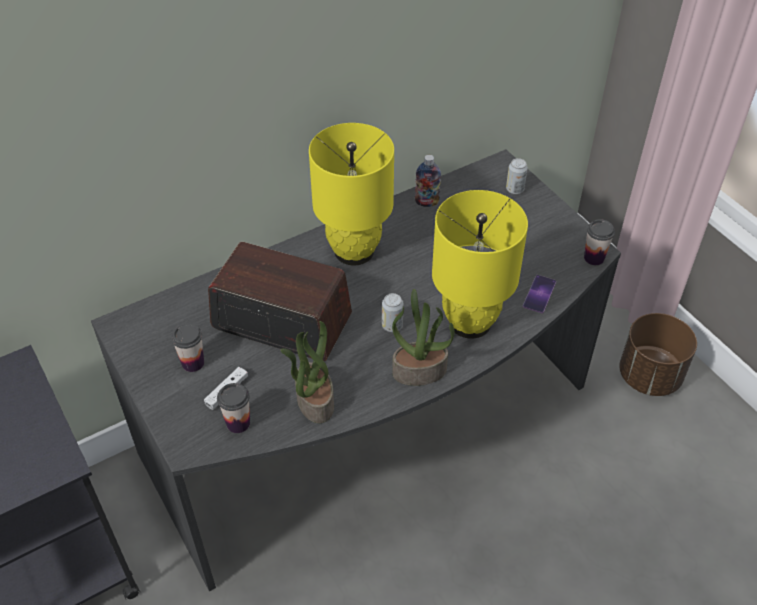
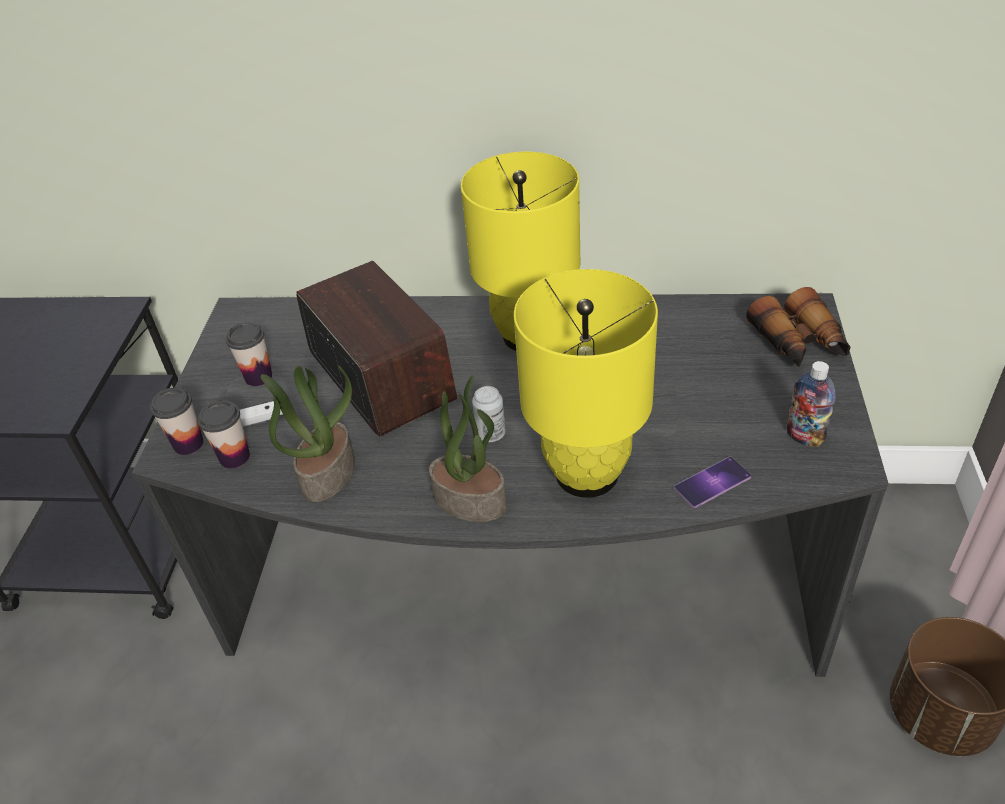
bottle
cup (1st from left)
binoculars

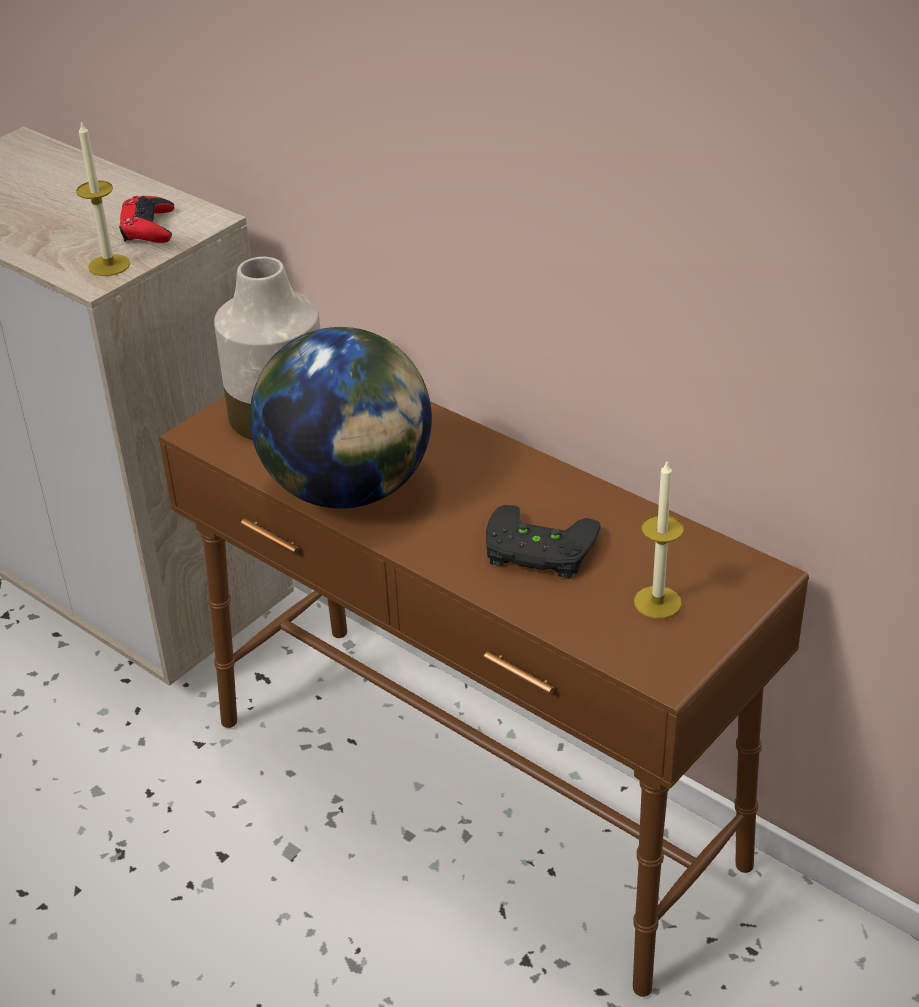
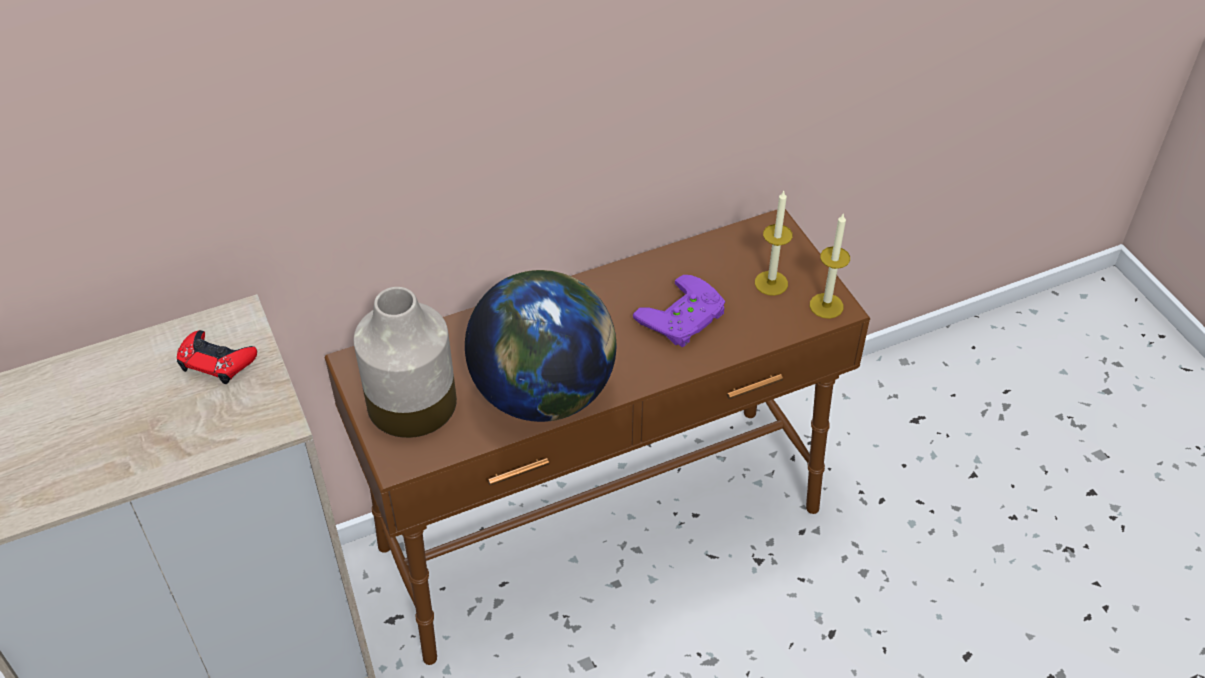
candle (2nd from left)
purple_game_controller

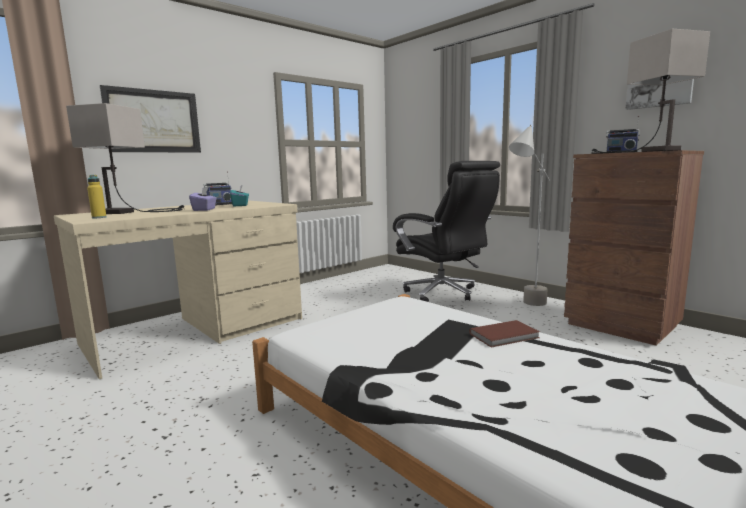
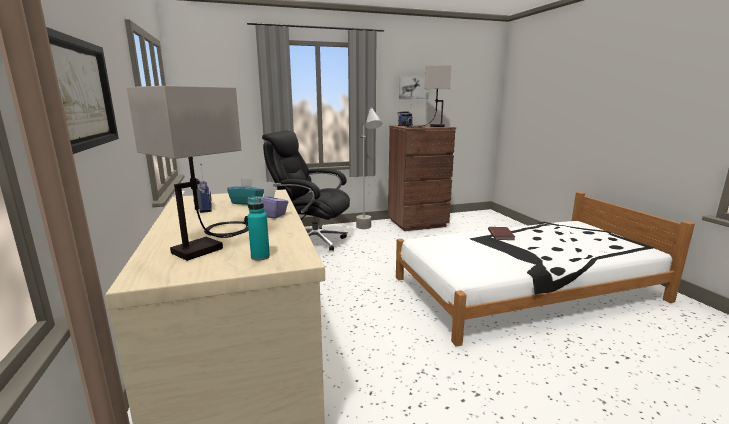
turquoise_bottle
black_office_chair

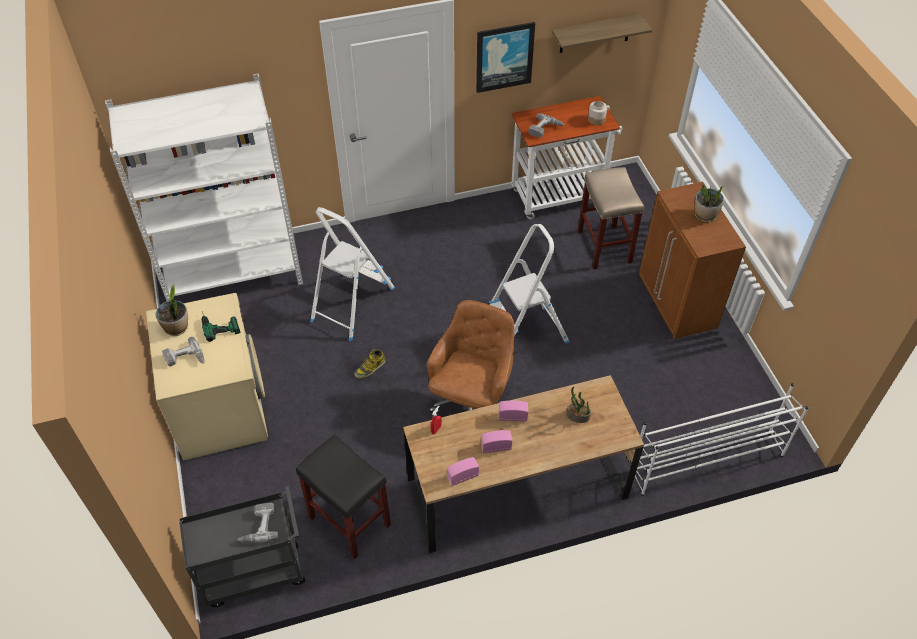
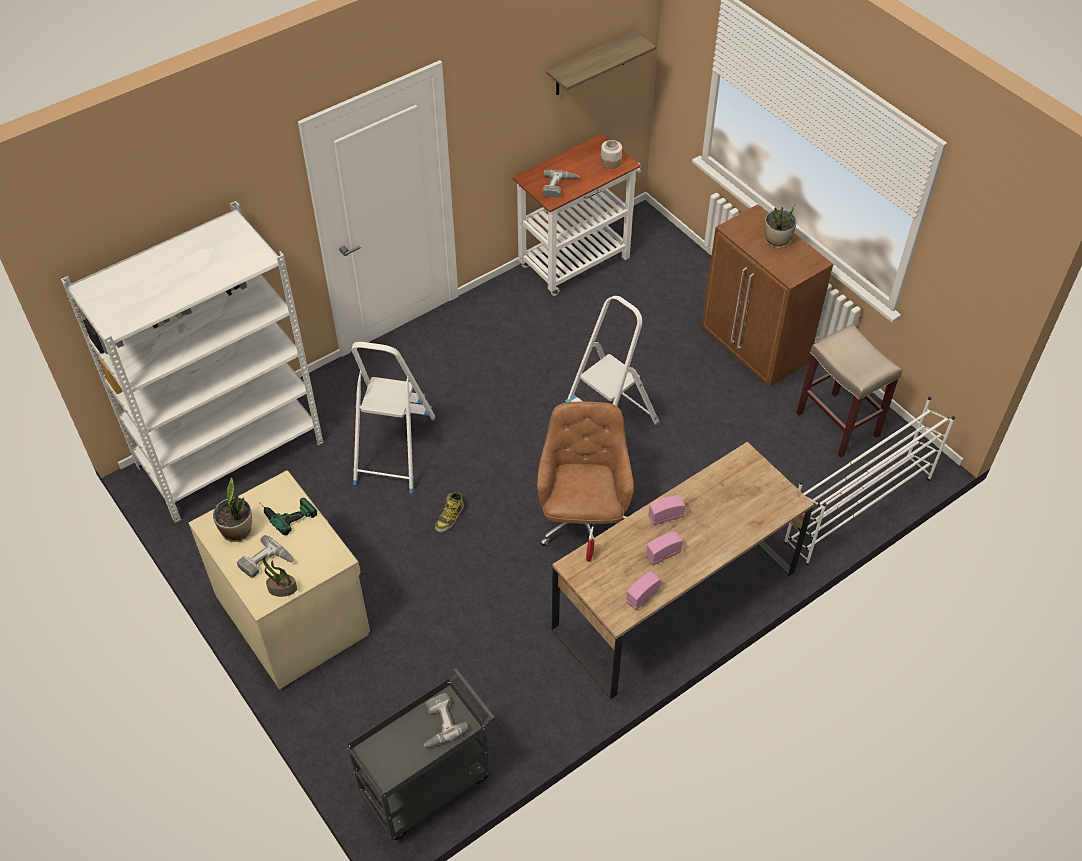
black_stool
picture
potted_plant (2nd from left)
beige_stool

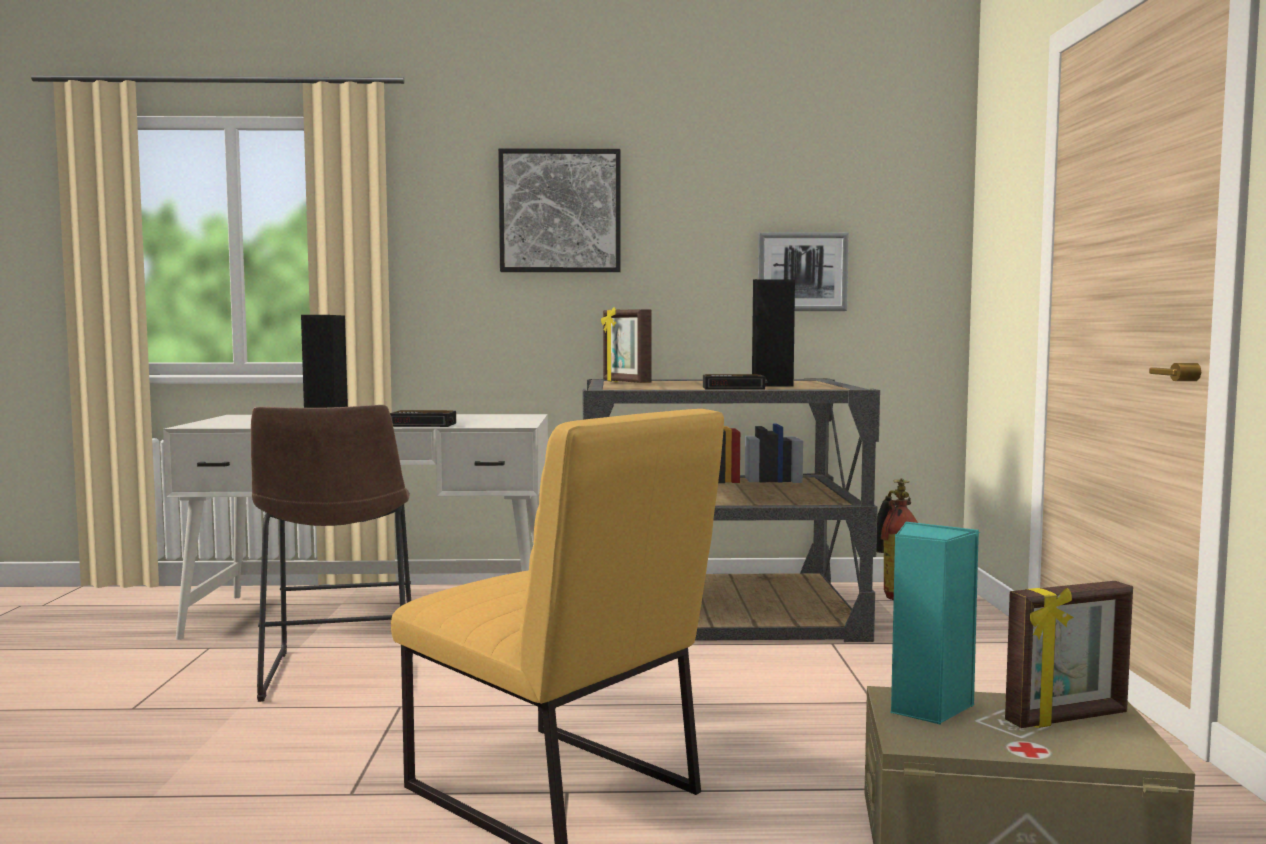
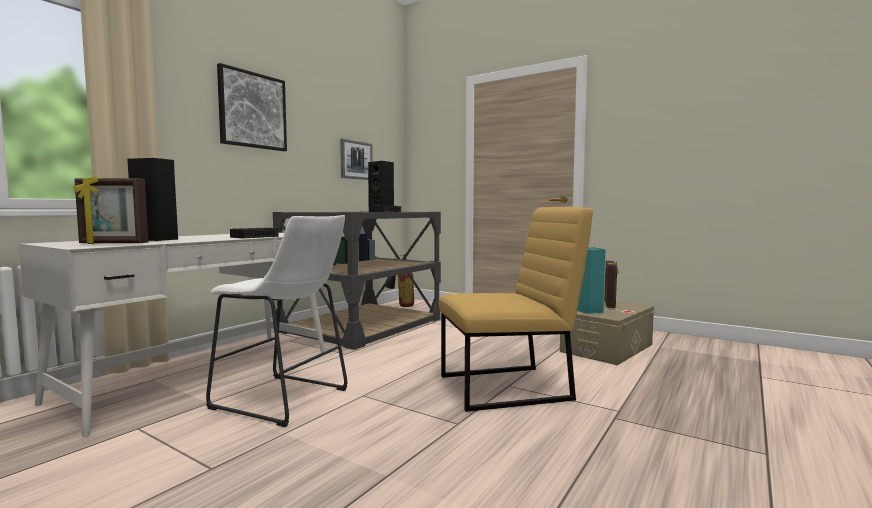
picture_frame (1st from left)
white_stool

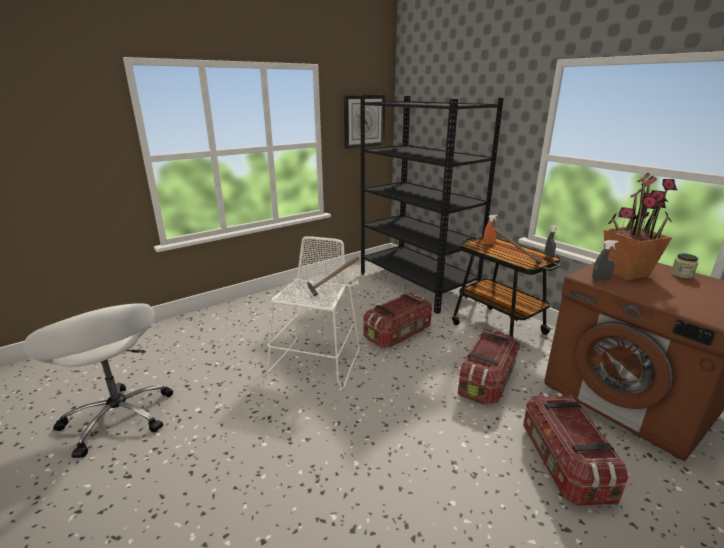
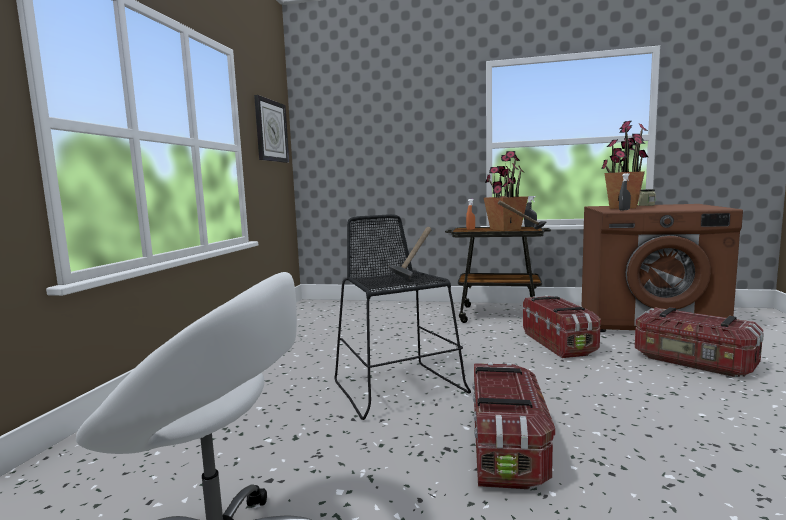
black_bookcase
potted_plant (1st from left)
storage_box (1st from left)
black_stool

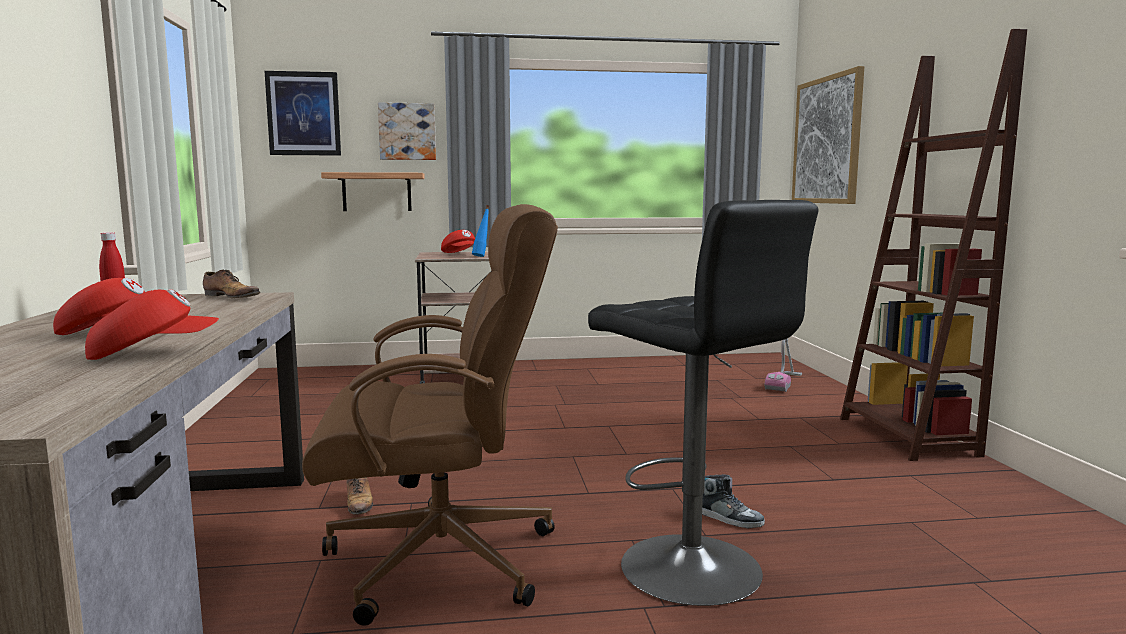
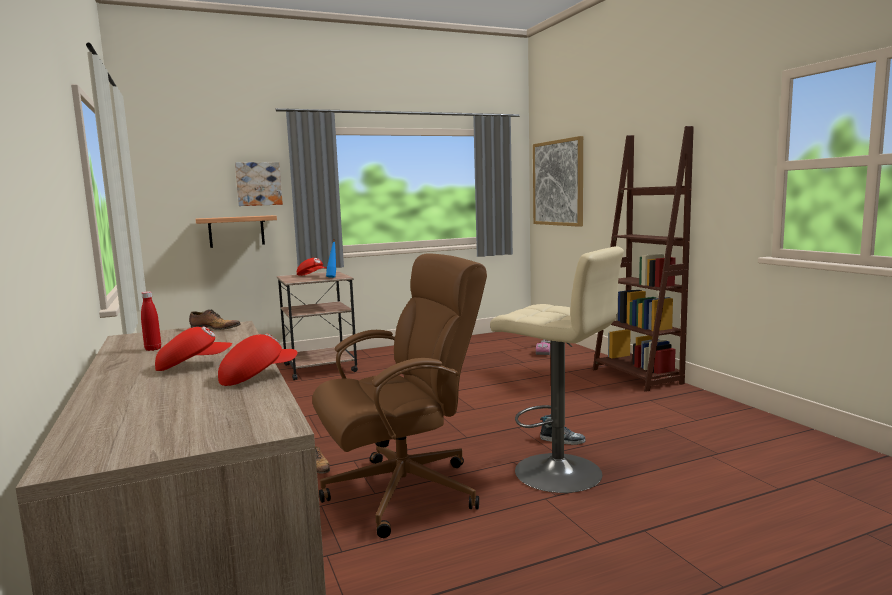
picture (1st from left in the first image)
beige_stool

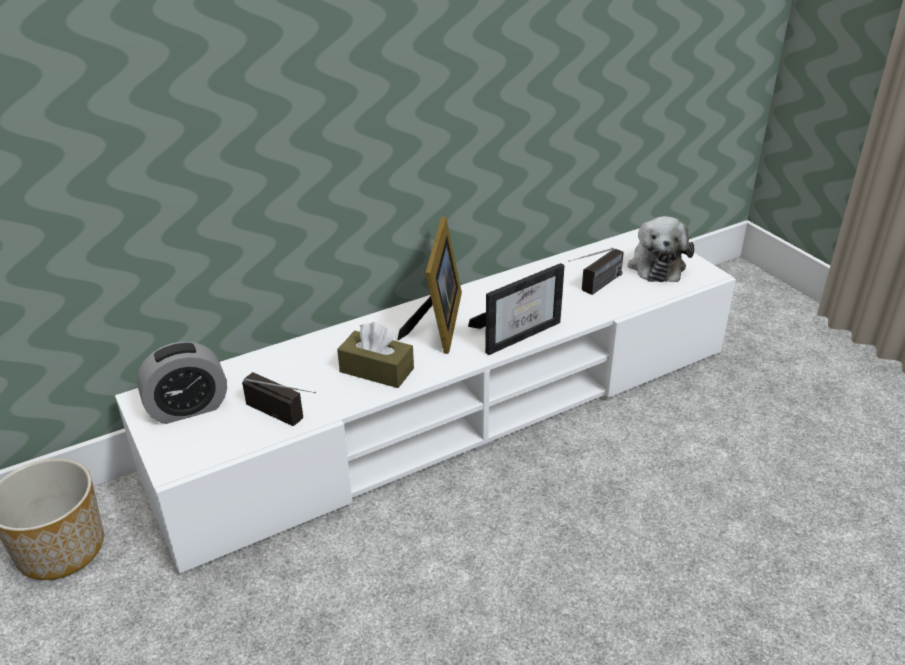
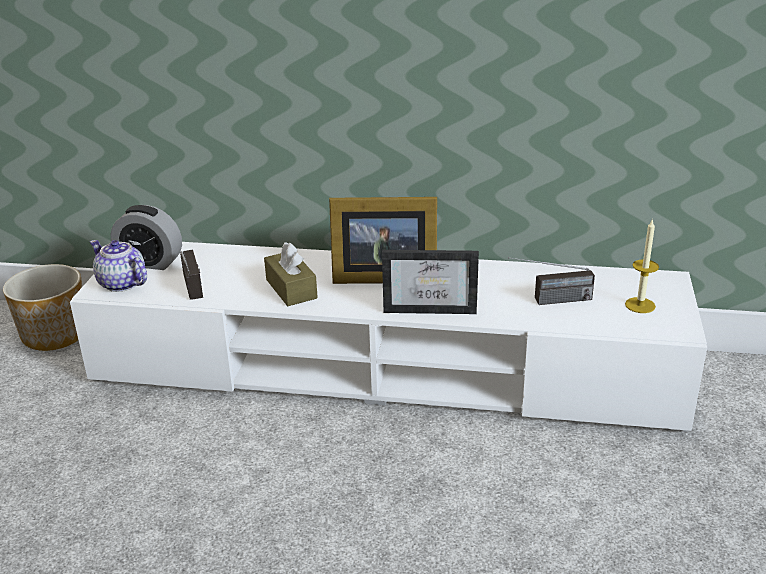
teapot
candle
picture_frame (1st from left)

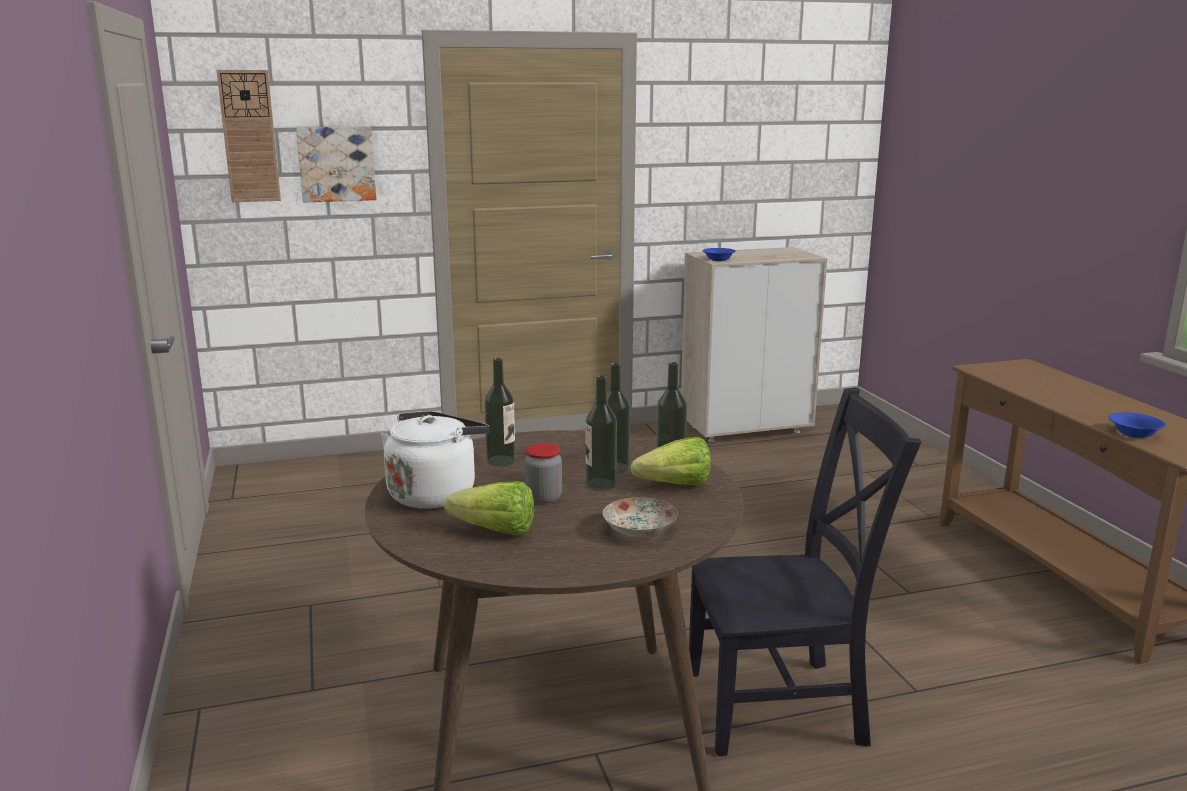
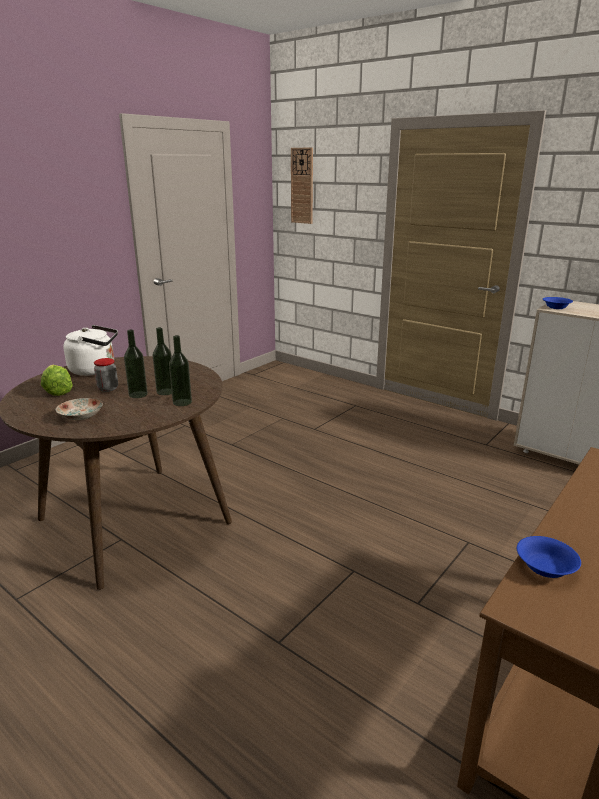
picture
bottle (1st from left in the first image)
lettuce (2nd from left in the first image)
black_chair

